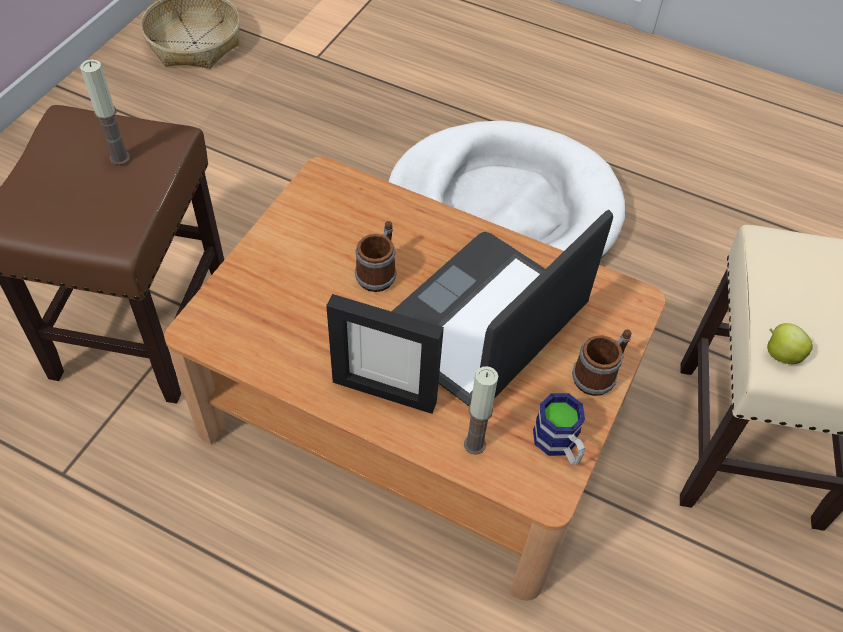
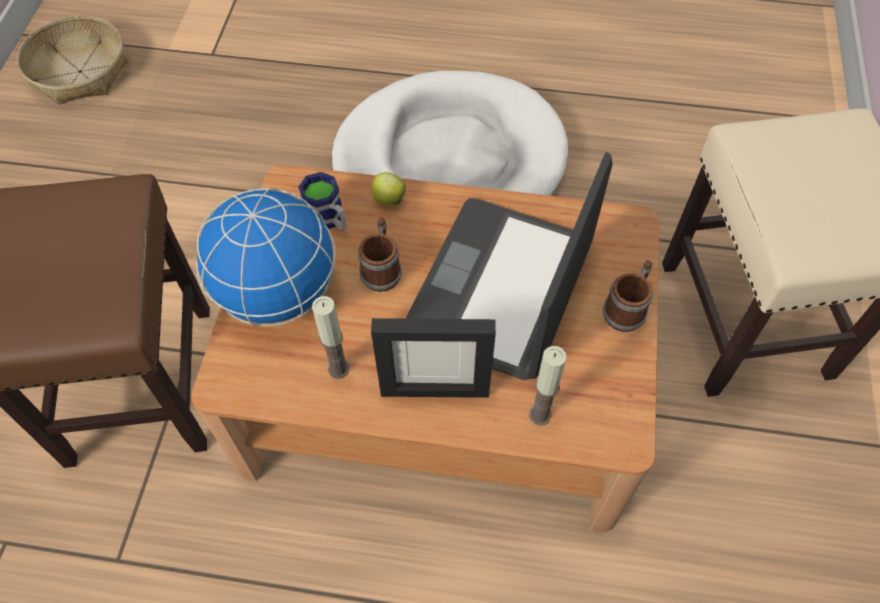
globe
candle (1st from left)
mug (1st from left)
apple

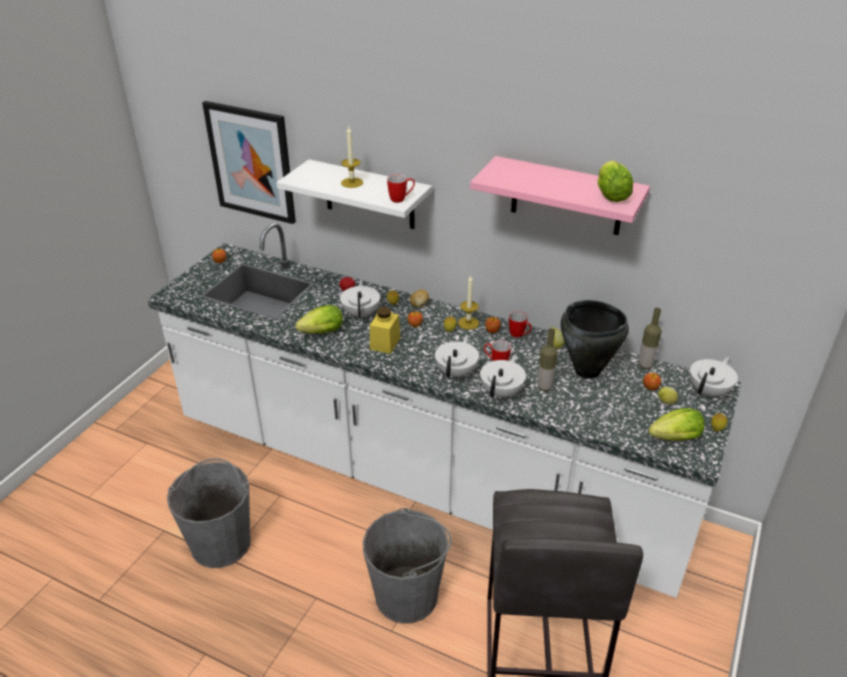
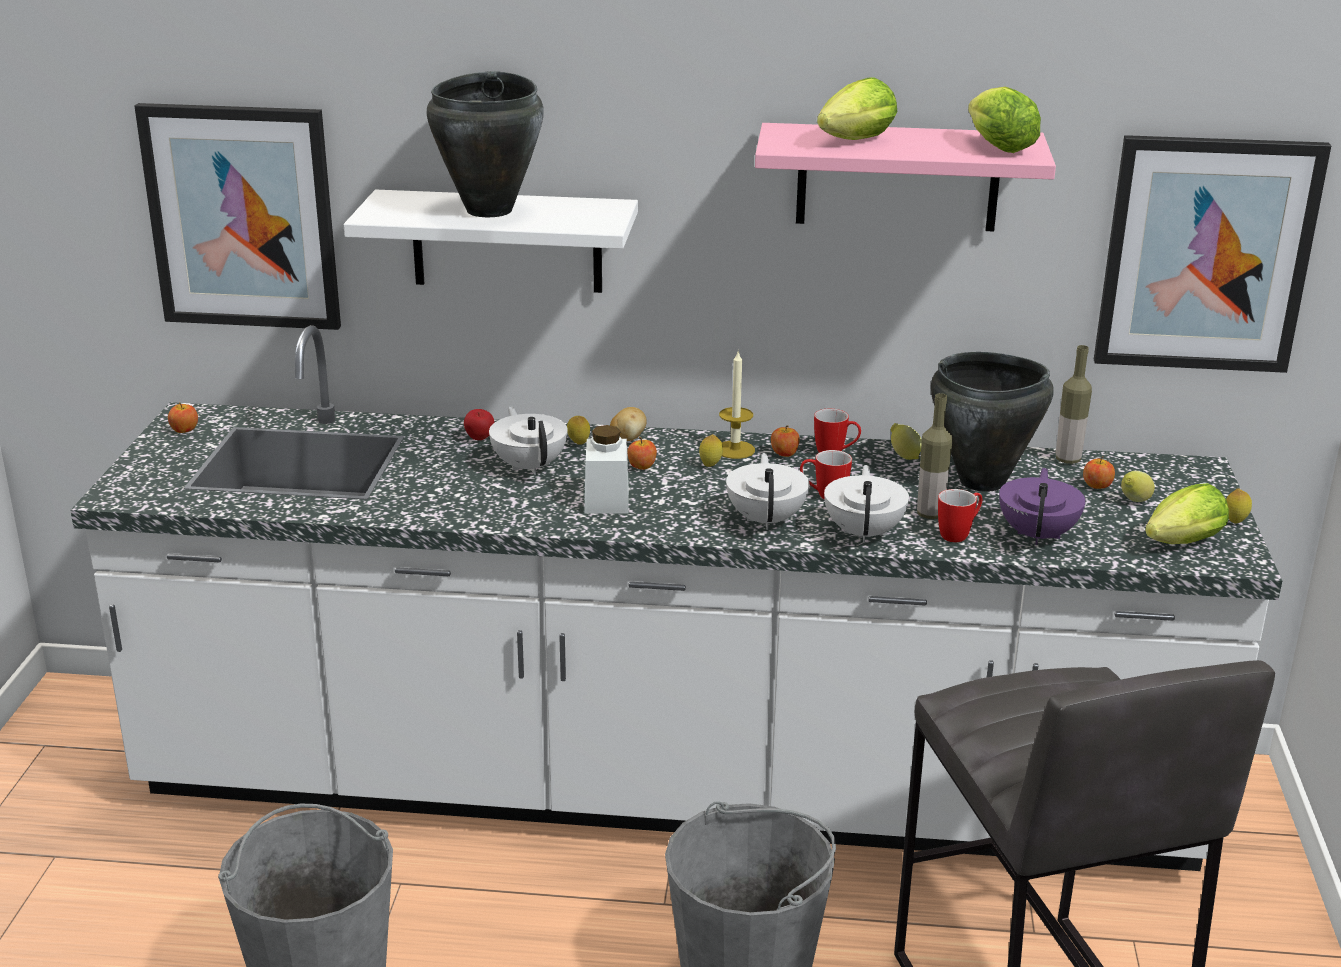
white_teapot (4th from left in the first image)
purple_teapot
picture (2nd from left)
lettuce (1st from left)
mug (3rd from left)
black_cooking_pot (1st from left)
white_jar

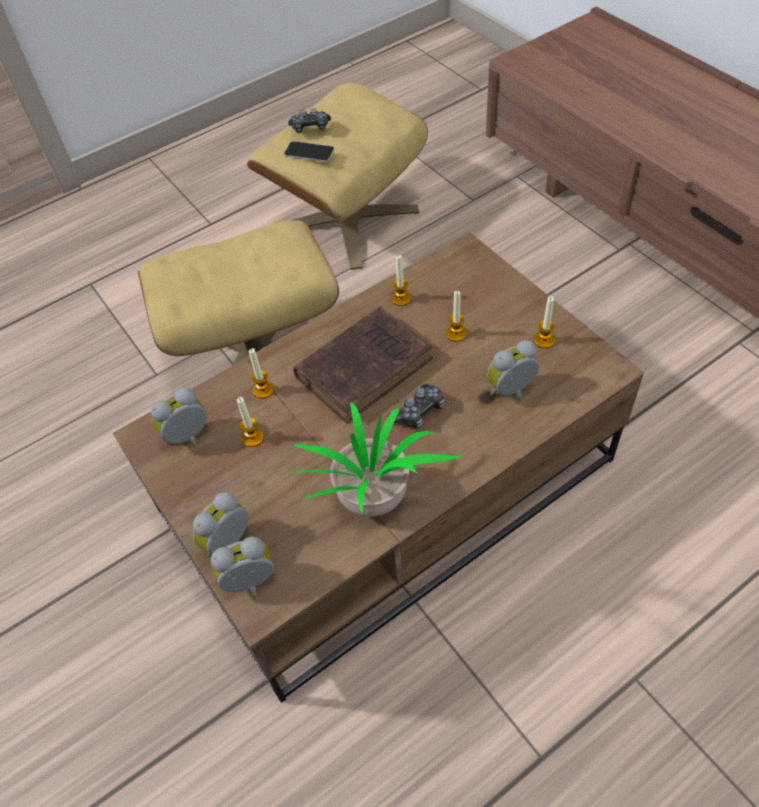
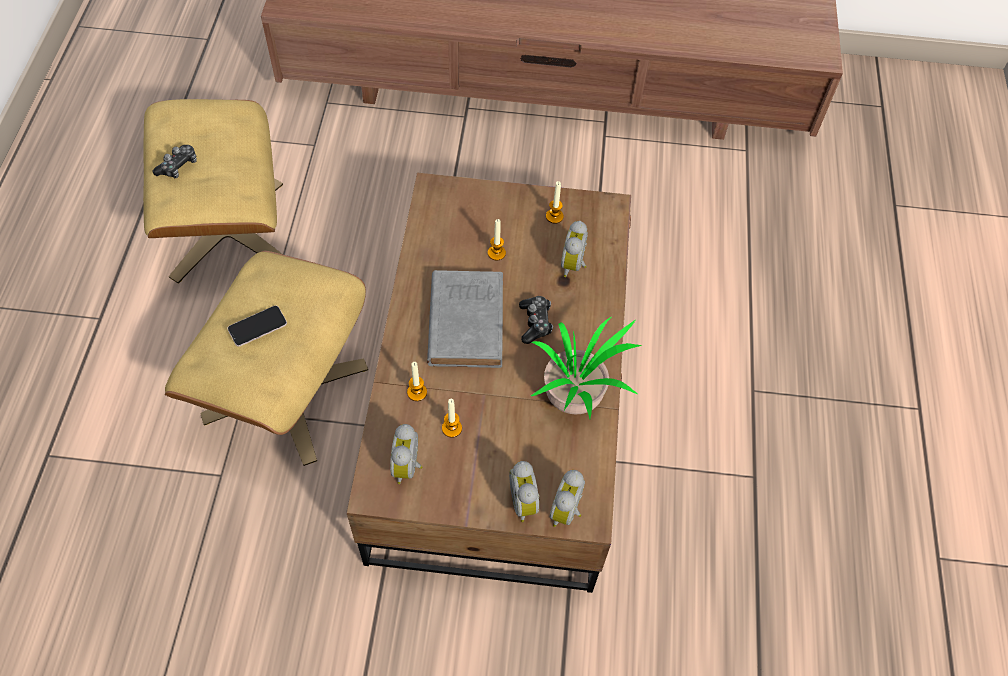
candle (3rd from left in the first image)
phone
grey_book

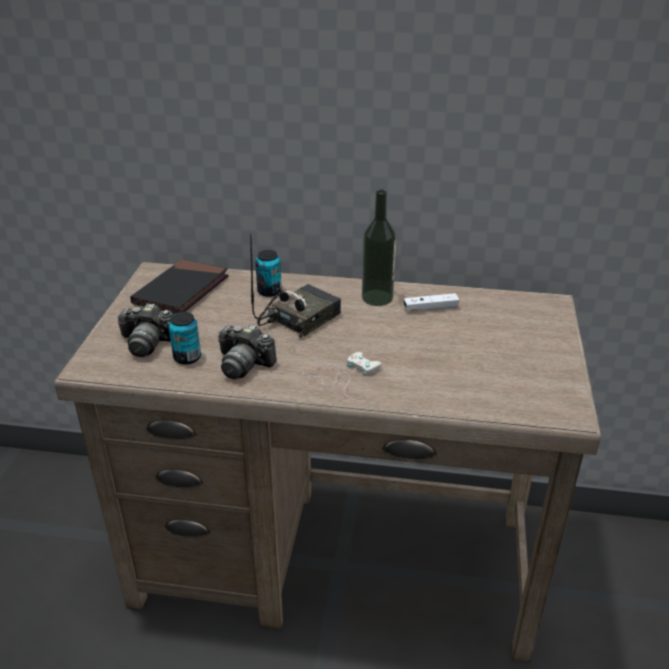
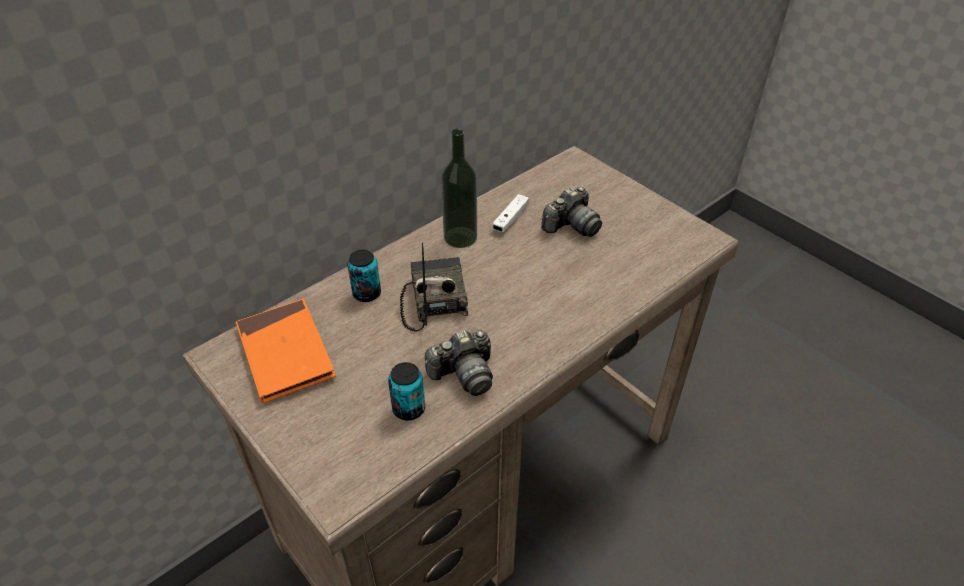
white_game_controller (1st from left in the first image)
photo_camera (2nd from left)
orange_book

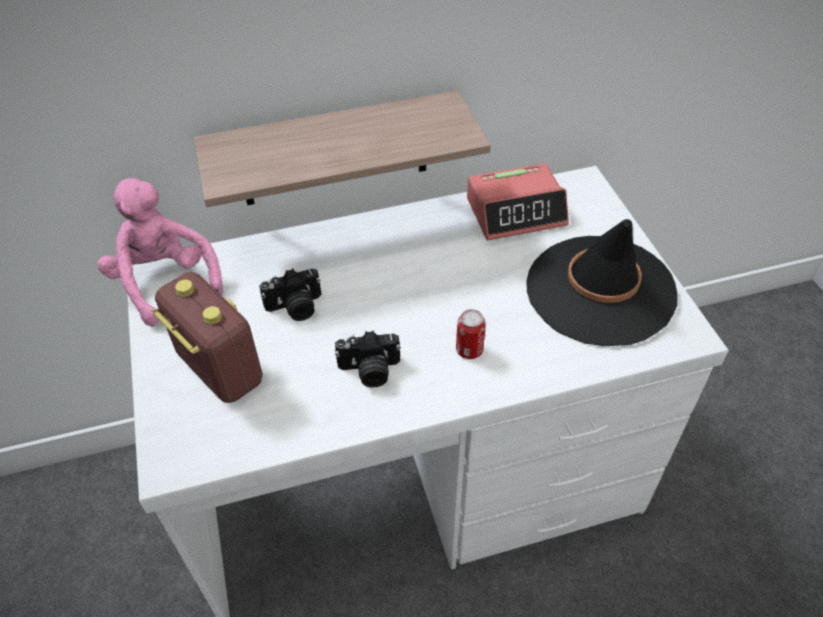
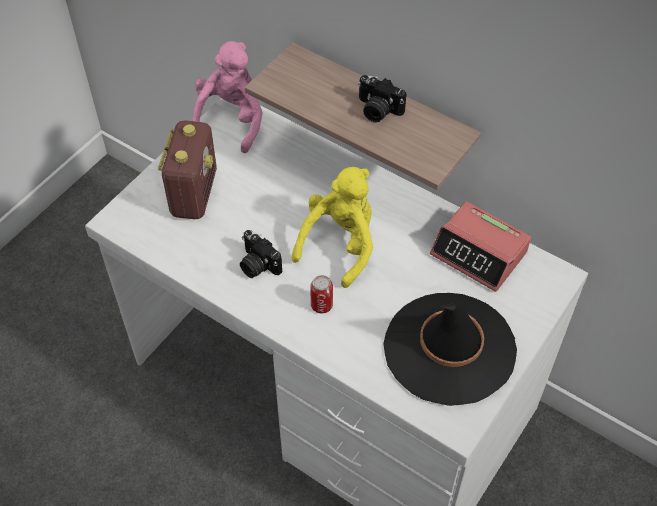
yellow_plush_toy
photo_camera (2nd from left)

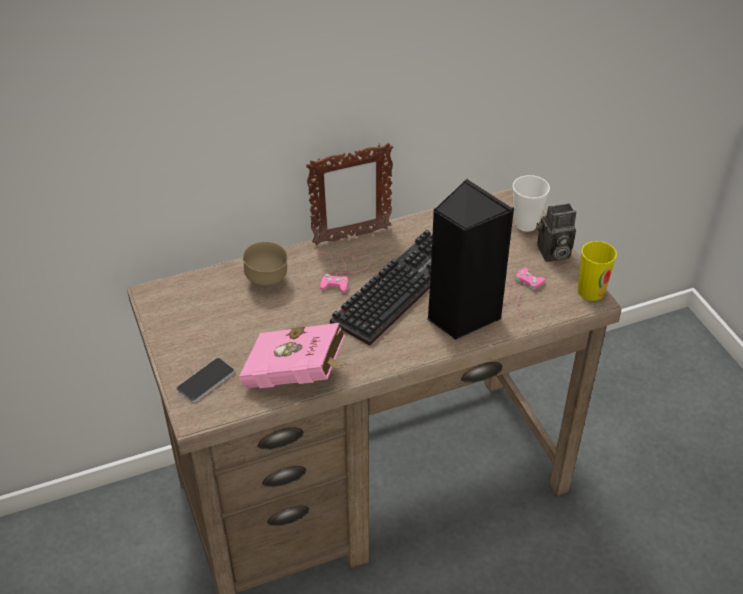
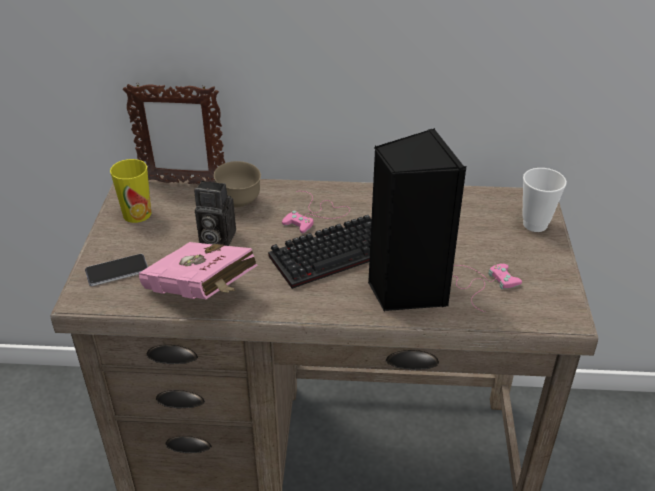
picture_frame
photo_camera
cup (1st from left)

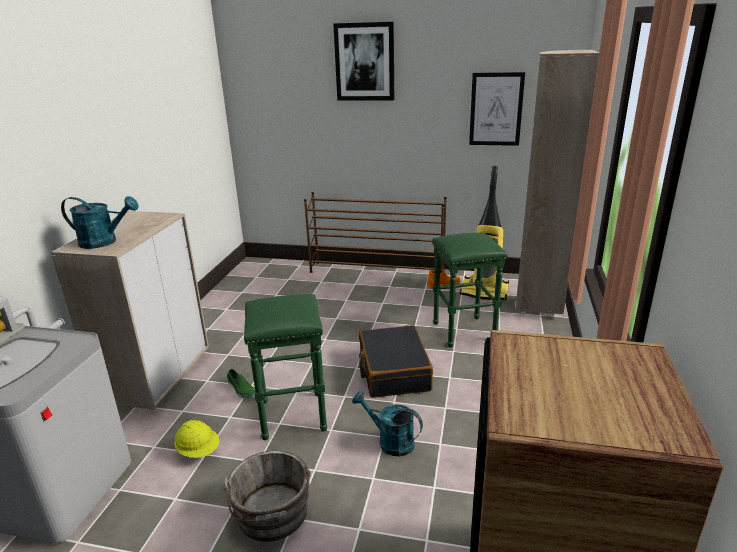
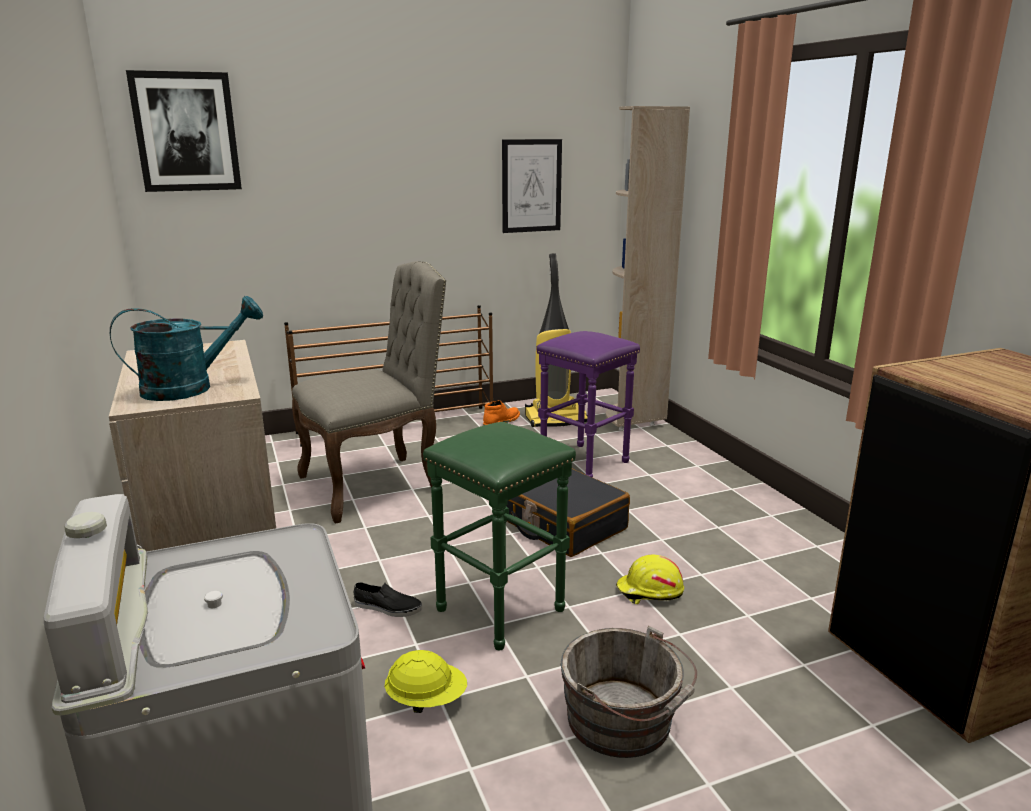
grey_chair
picture (1st from left)
yellow_hard_hat (2nd from left)
black_shoe
purple_stool

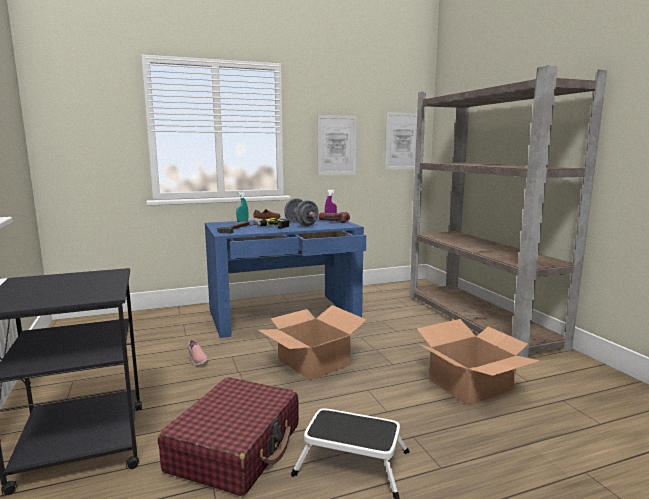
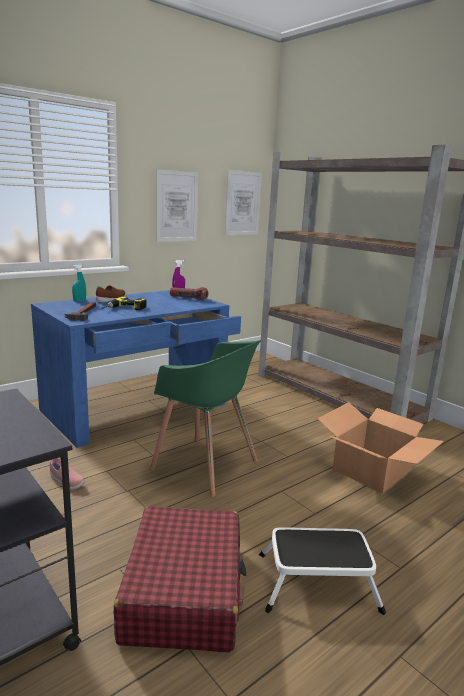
grey_dumbbell
green_chair

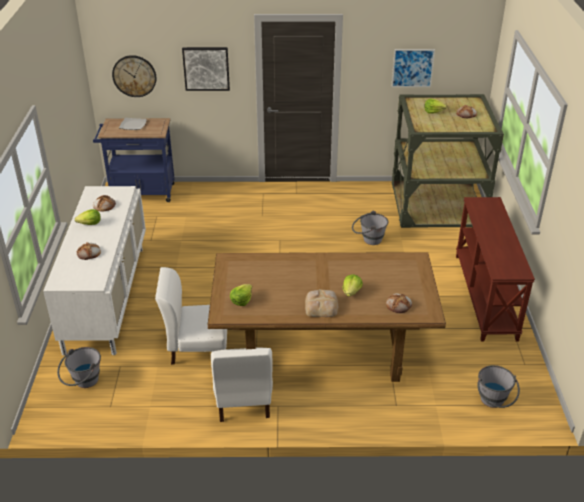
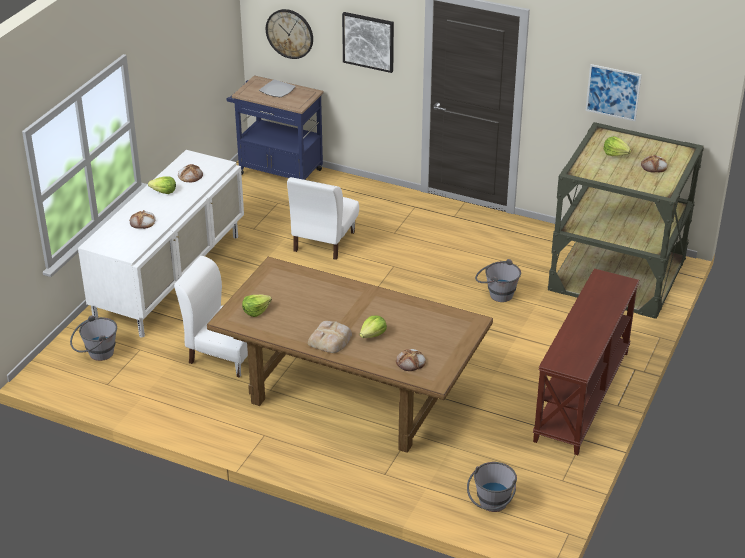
white_chair (2nd from left)

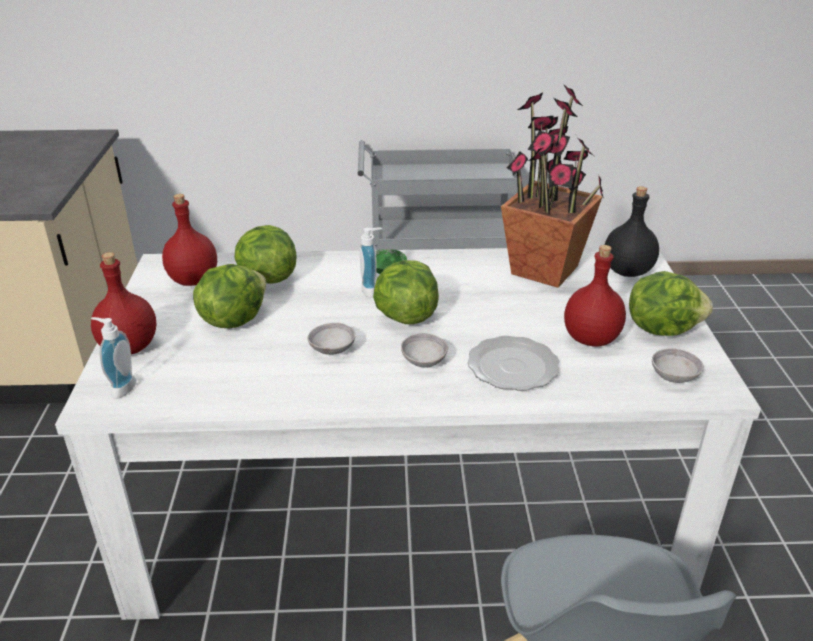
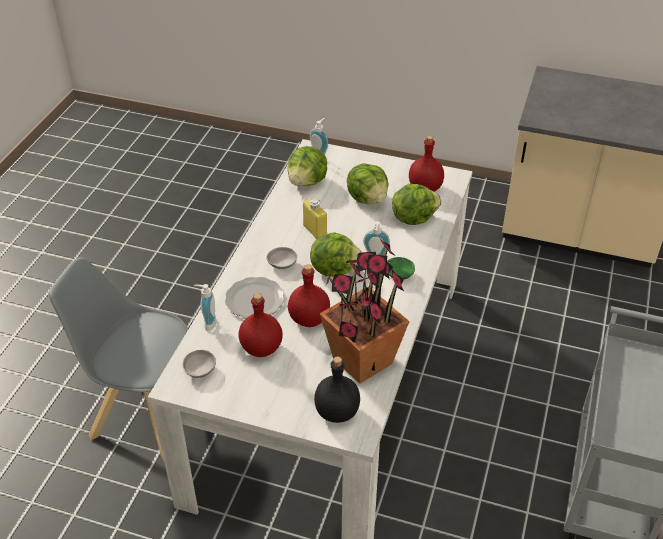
soap_dispenser (1st from left)
red_bottle (2nd from left)
lettuce (1st from left)
yellow_bottle

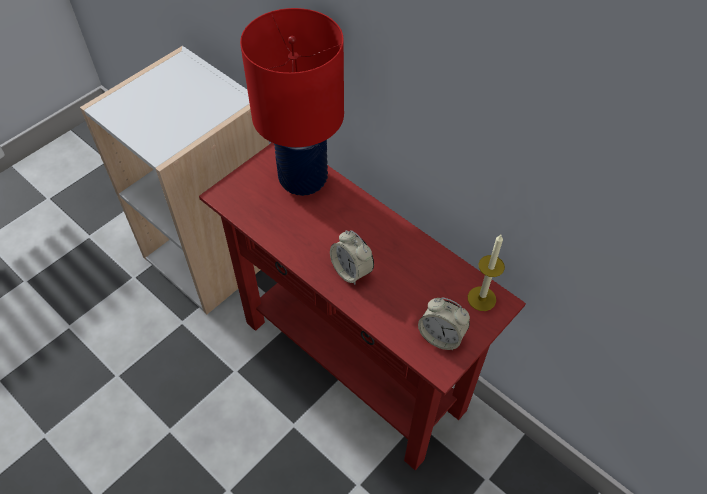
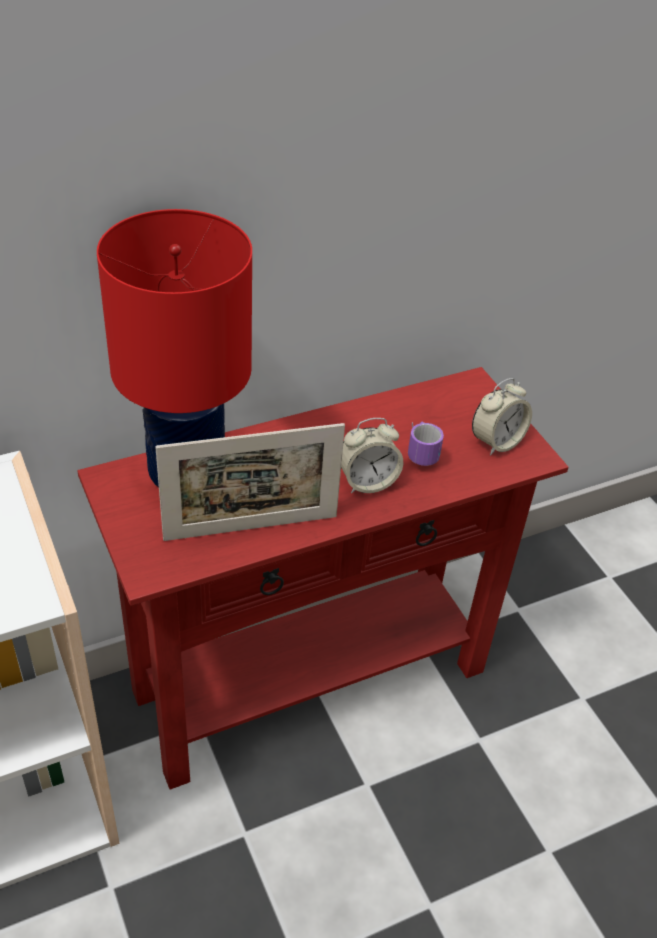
candle
picture_frame
mug

